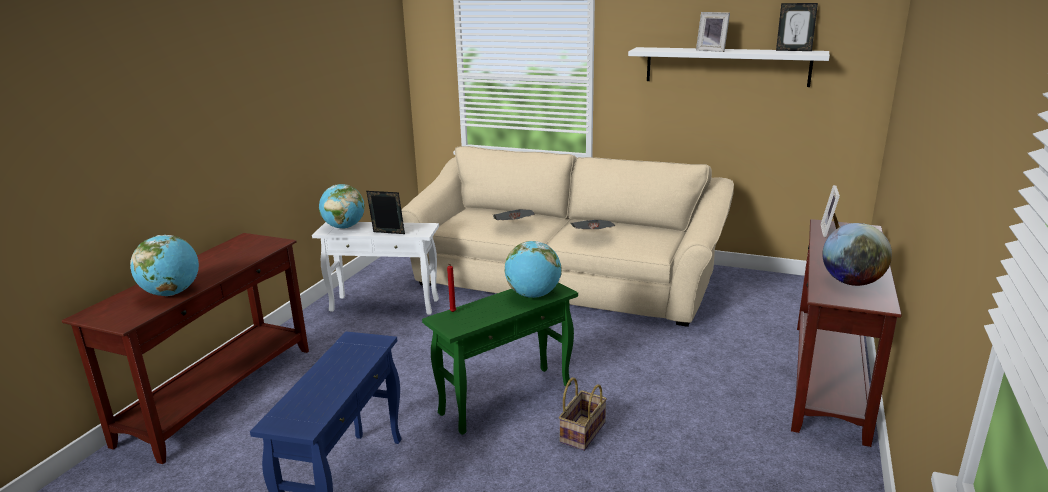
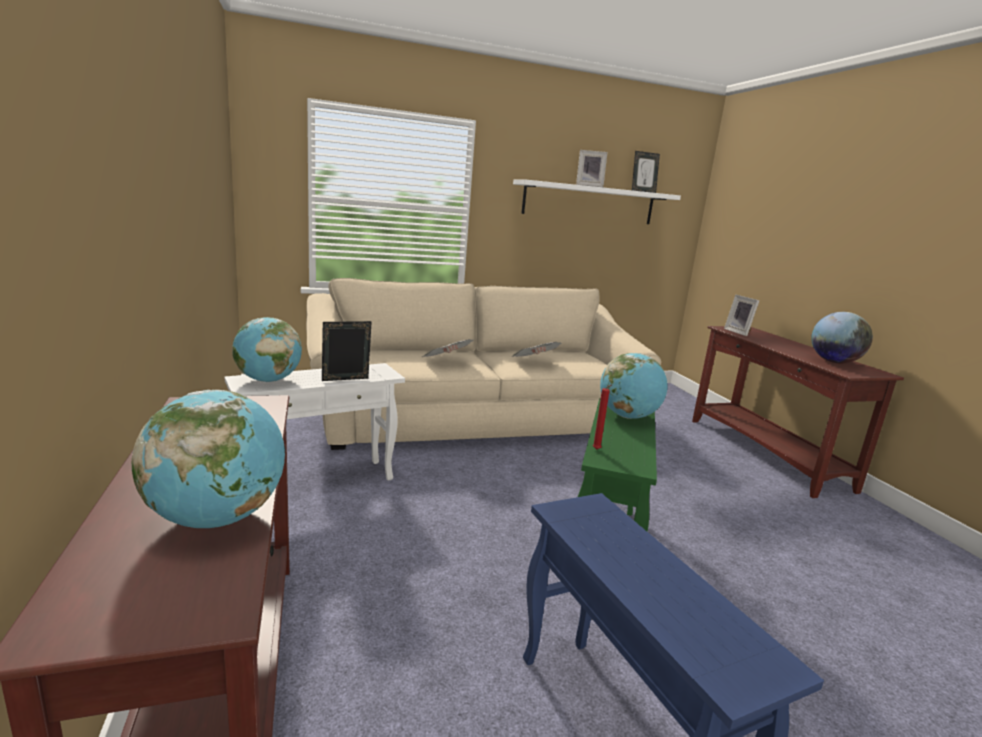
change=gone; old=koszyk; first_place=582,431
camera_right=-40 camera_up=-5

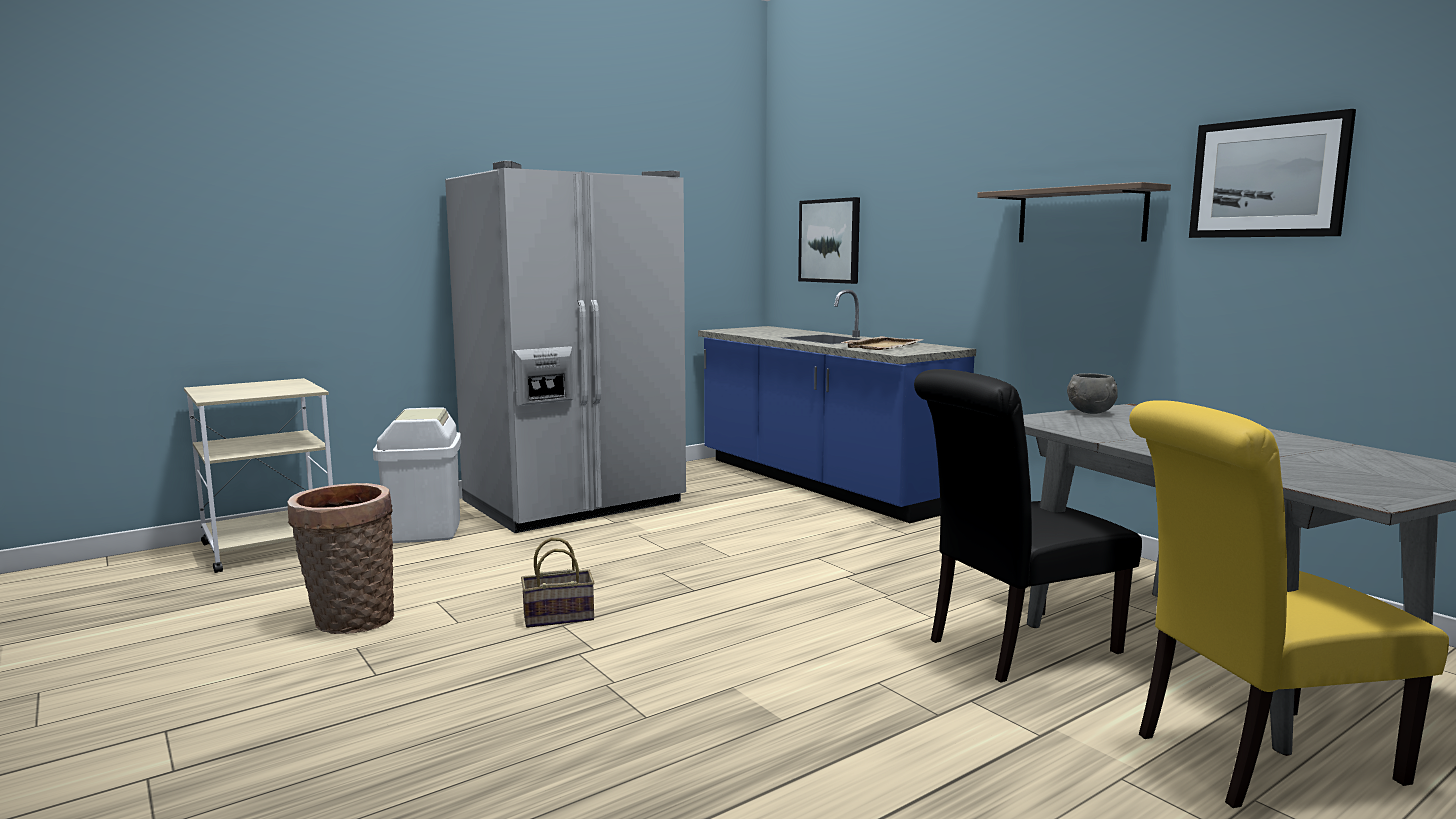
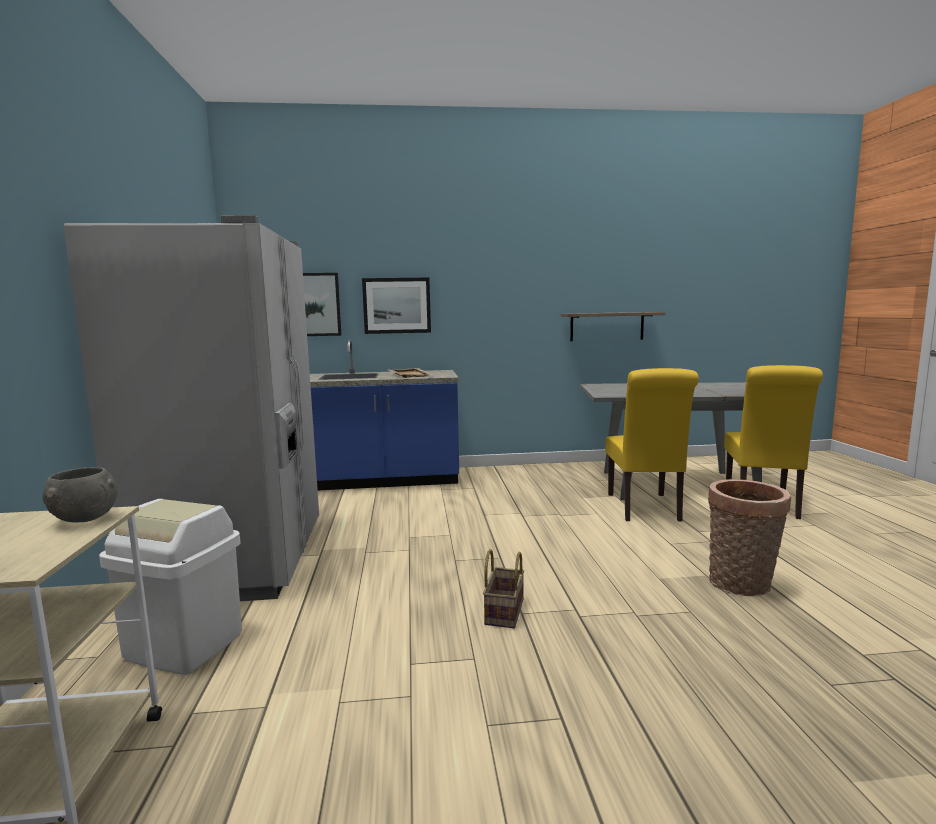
change=shifted; old=koszyk; first_place=349,621; second_place=742,585
change=repainted; old=krzesło/czarny; new=krzesło/żółty; first_place=1013,647; second_place=645,509
change=shifted; old=półka; first_place=1081,215; second_place=607,326
change=shifted; old=miska/szary; first_place=1089,413; second_place=83,520
change=shifted; old=obraz; first_place=1268,178; second_place=397,305
camera_right=-60 camera_up=0

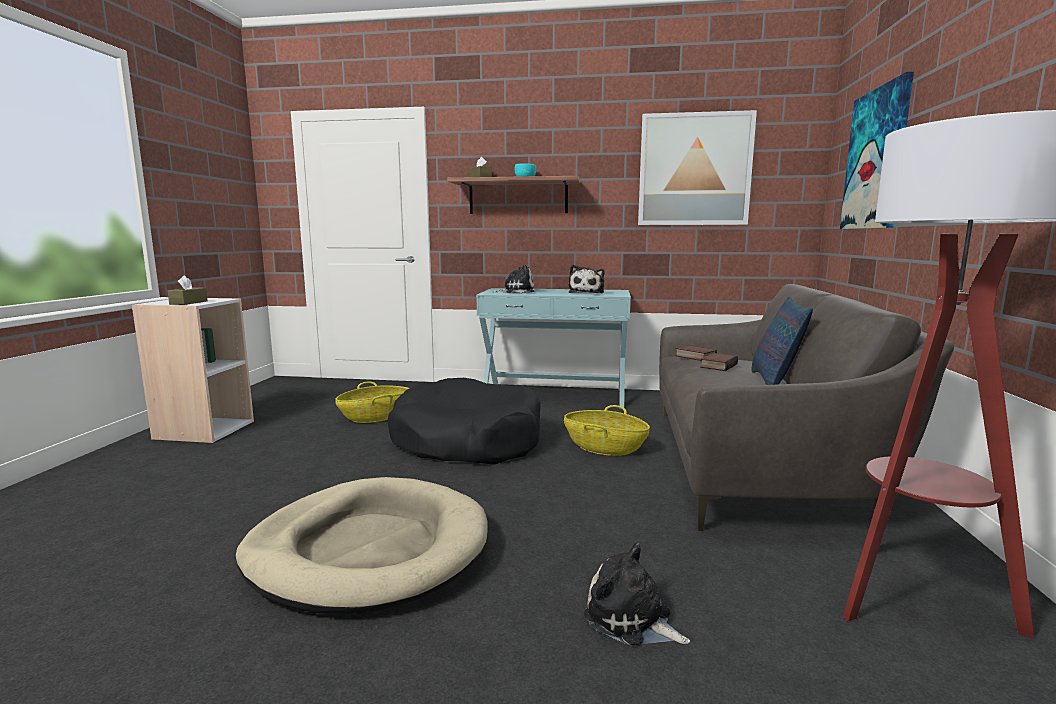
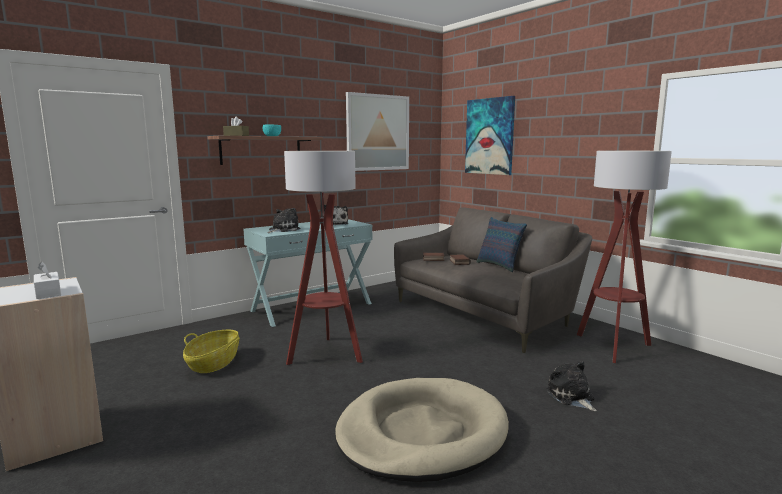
change=repainted; old=pudełko chusteczek/brązowy; new=pudełko chusteczek/biały; first_place=188,302; second_place=48,292
change=swapped; old=legowisko/czarny; new=lampa stojąca; first_place=466,440; second_place=325,354
change=gone; old=koszyk; first_place=604,447
change=rotated; old=pluszak; first_place=631,619; second_place=571,397; degrees=75
camera_right=-45 camera_up=0

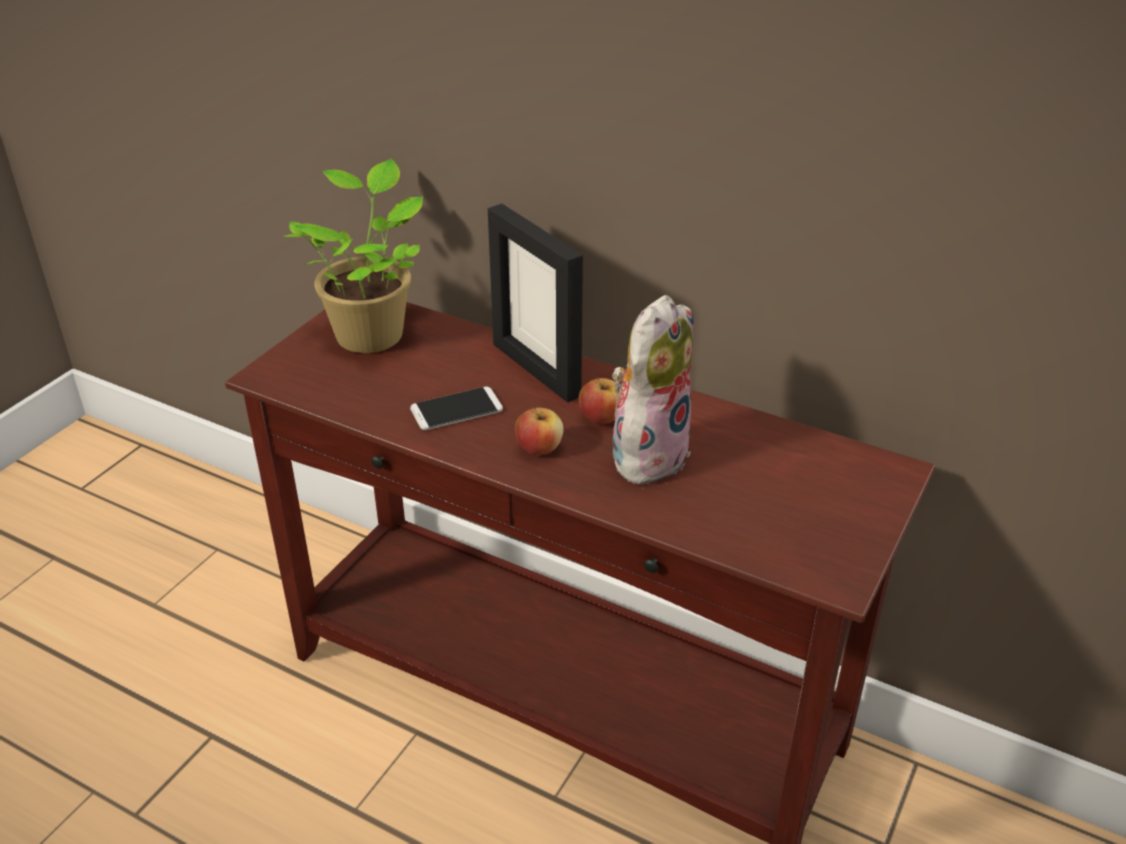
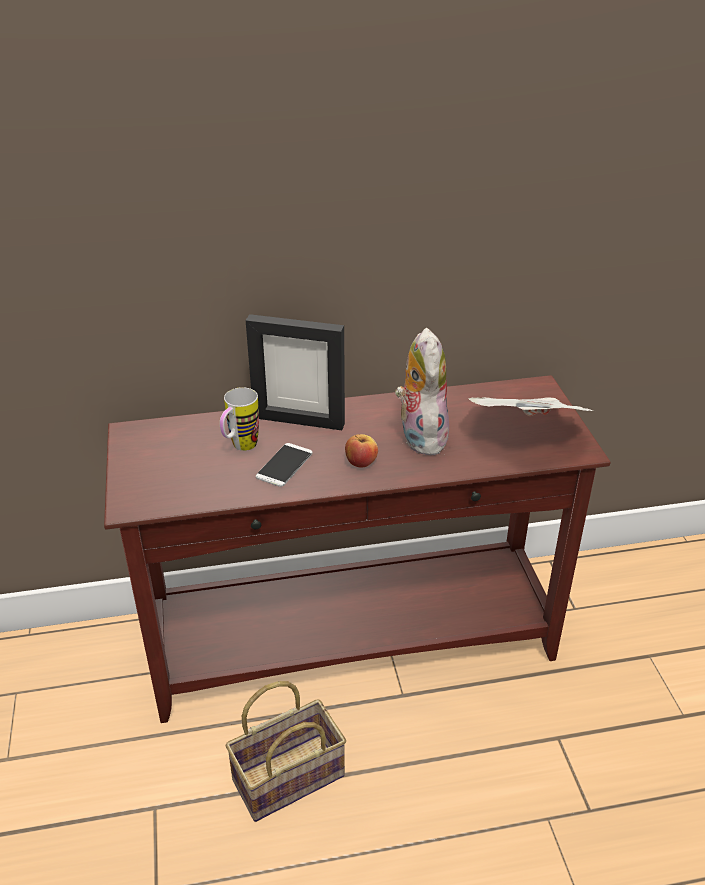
change=gone; old=roślina doniczkowa; first_place=371,333
change=gone; old=jabłko; first_place=601,417
change=new; new=kubek; second_place=240,448
change=new; new=koszyk; second_place=290,775
change=new; new=gazeta; second_place=527,431
camera_right=-40 camera_up=0

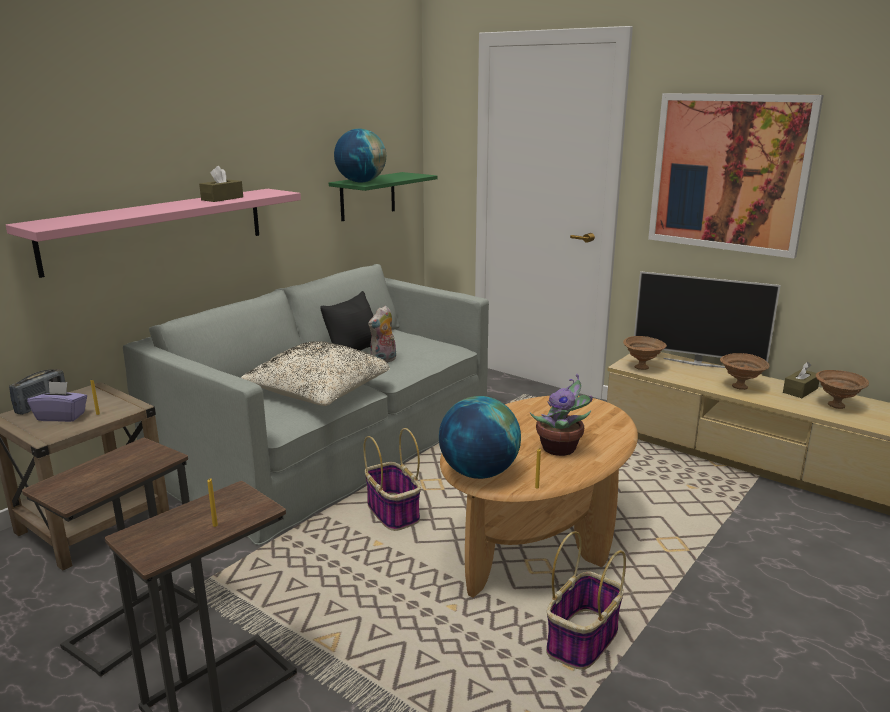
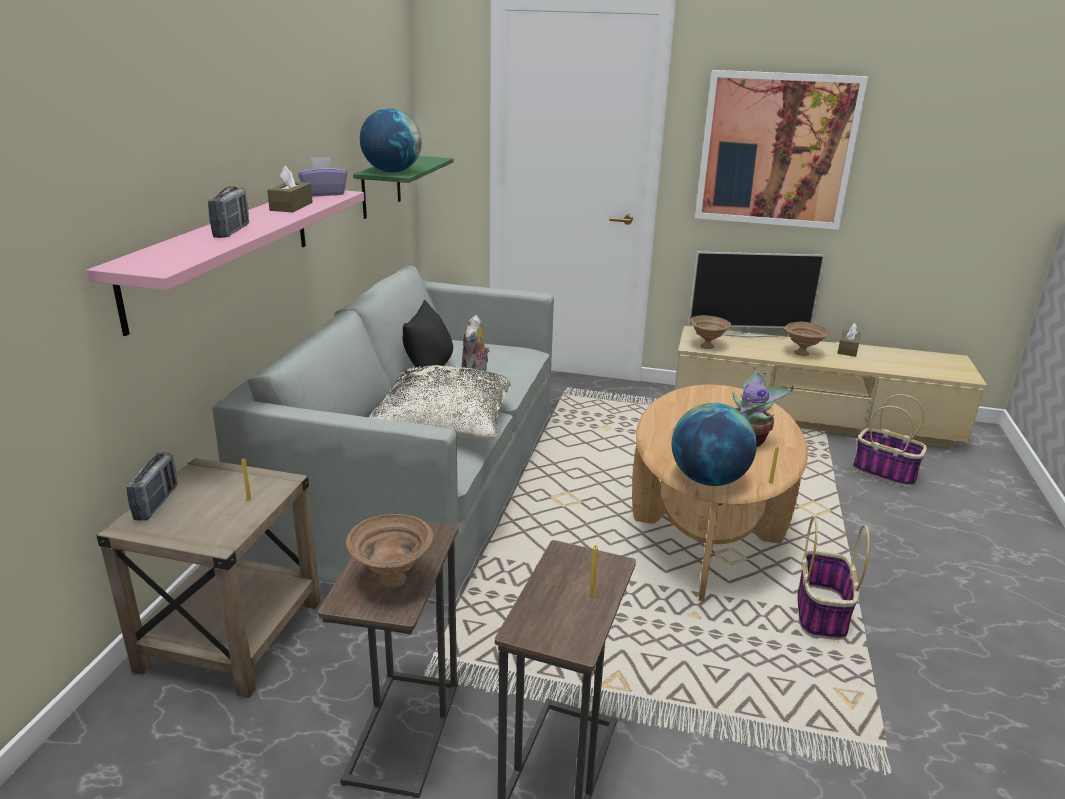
change=shifted; old=pudełko chusteczek/fioletowy; first_place=61,416; second_place=324,193
change=shifted; old=koszyk; first_place=393,512; second_place=885,473
change=shifted; old=miska/brązowy; first_place=837,406; second_place=393,582
change=new; new=radio; second_place=232,231
camera_right=-25 camera_up=5

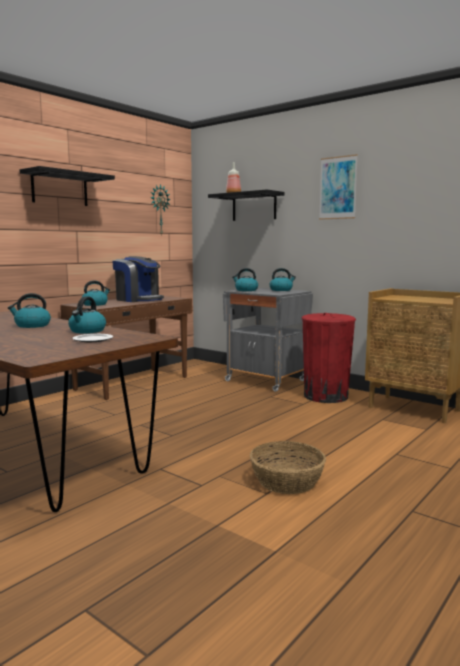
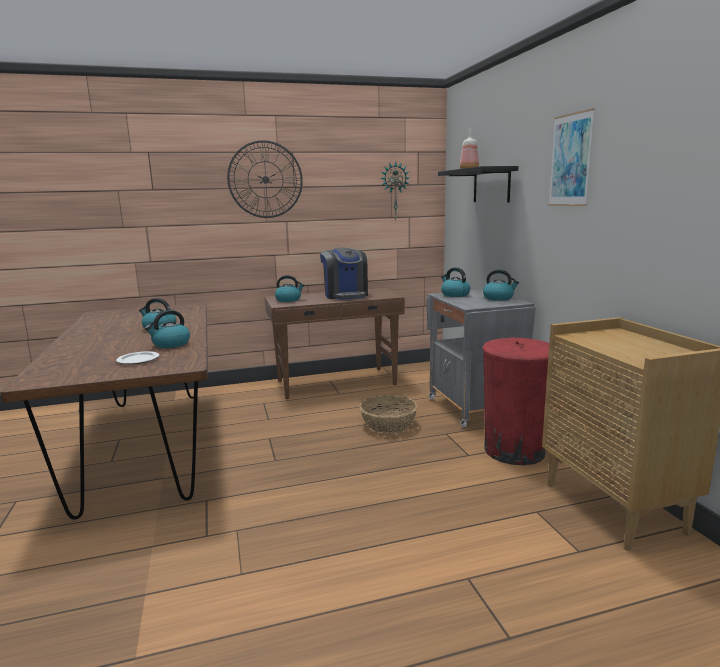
change=swapped; old=półka/czarny; new=zegar ścienny; first_place=60,189; second_place=265,179
change=shifted; old=koszyk; first_place=287,481; second_place=389,424
camera_right=35 camera_up=5

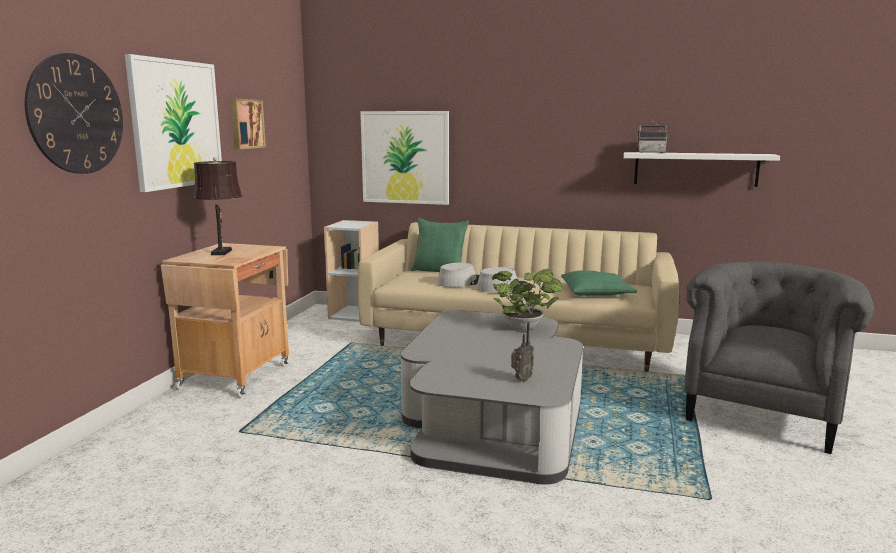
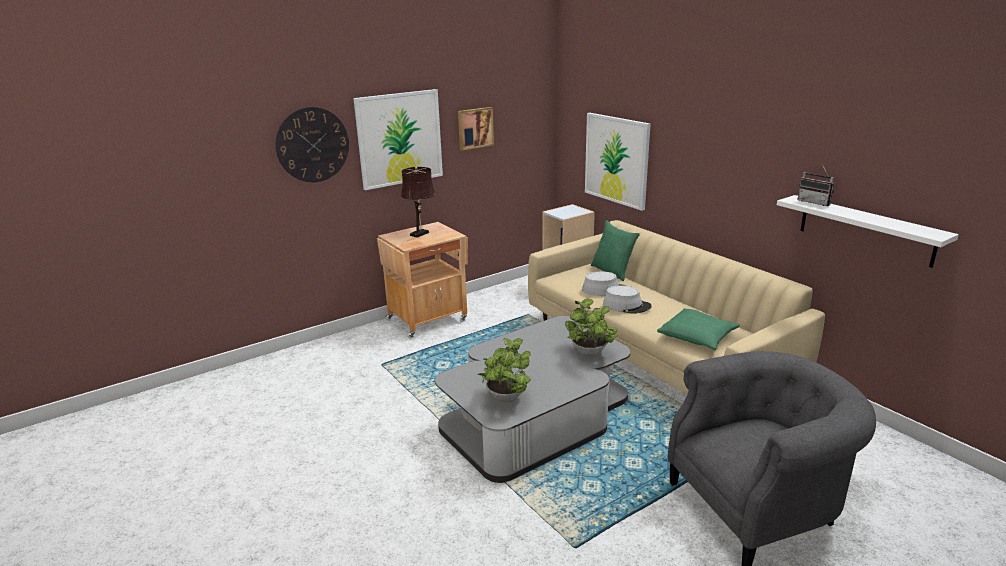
change=swapped; old=radio; new=roślina doniczkowa; first_place=520,380; second_place=505,399
camera_right=40 camera_up=10

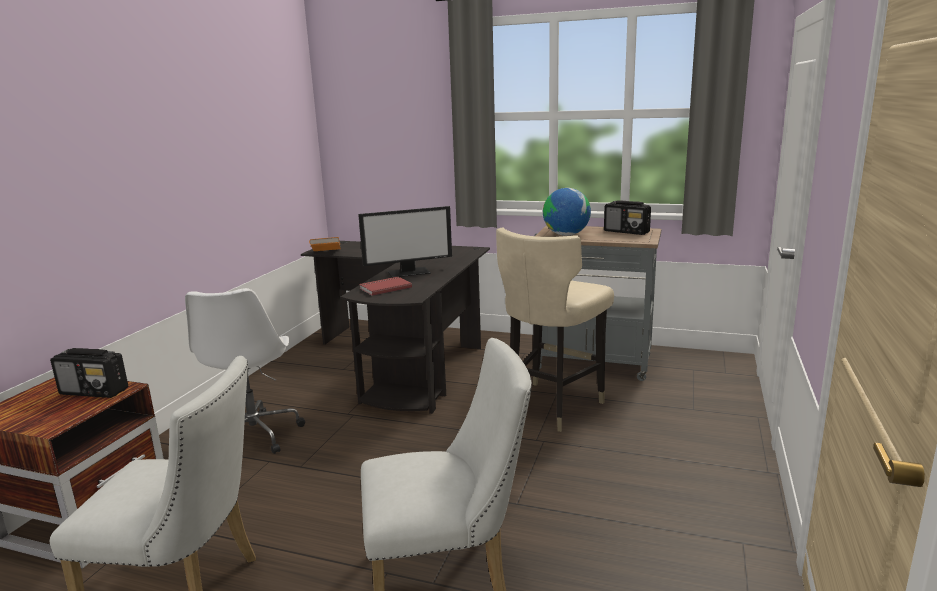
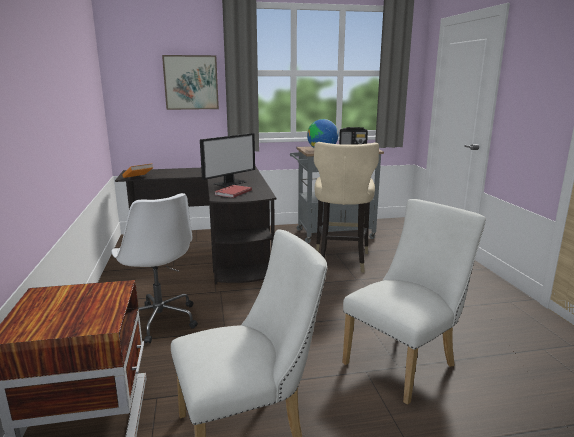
change=gone; old=radio; first_place=94,392
change=new; new=obraz; second_place=191,82
camera_right=-30 camera_up=0

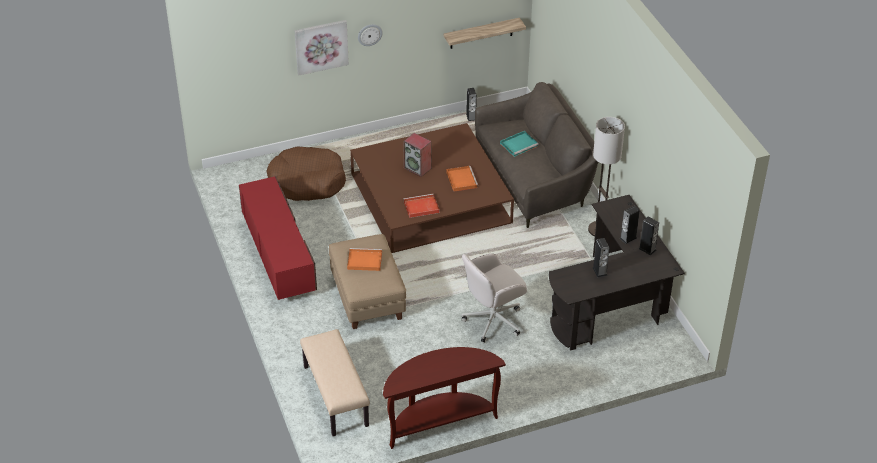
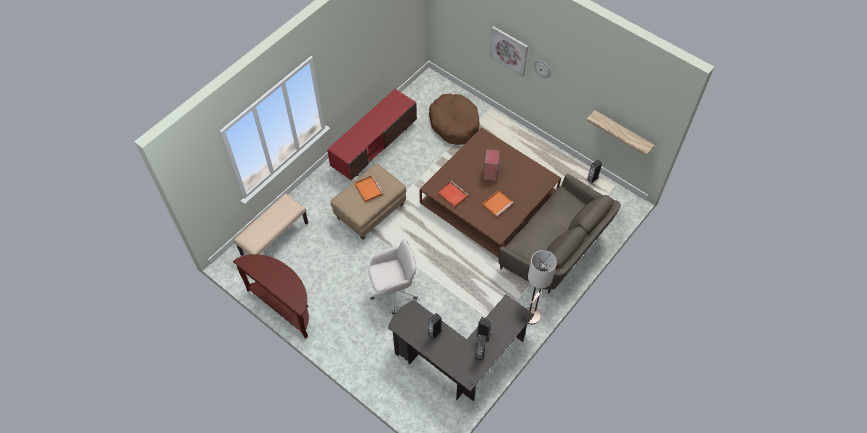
change=rotated; old=krzesło biurowe/biały; first_place=493,321; second_place=393,292; degrees=135
change=gone; old=taca/turkusowy; first_place=519,144
camera_right=60 camera_up=15

